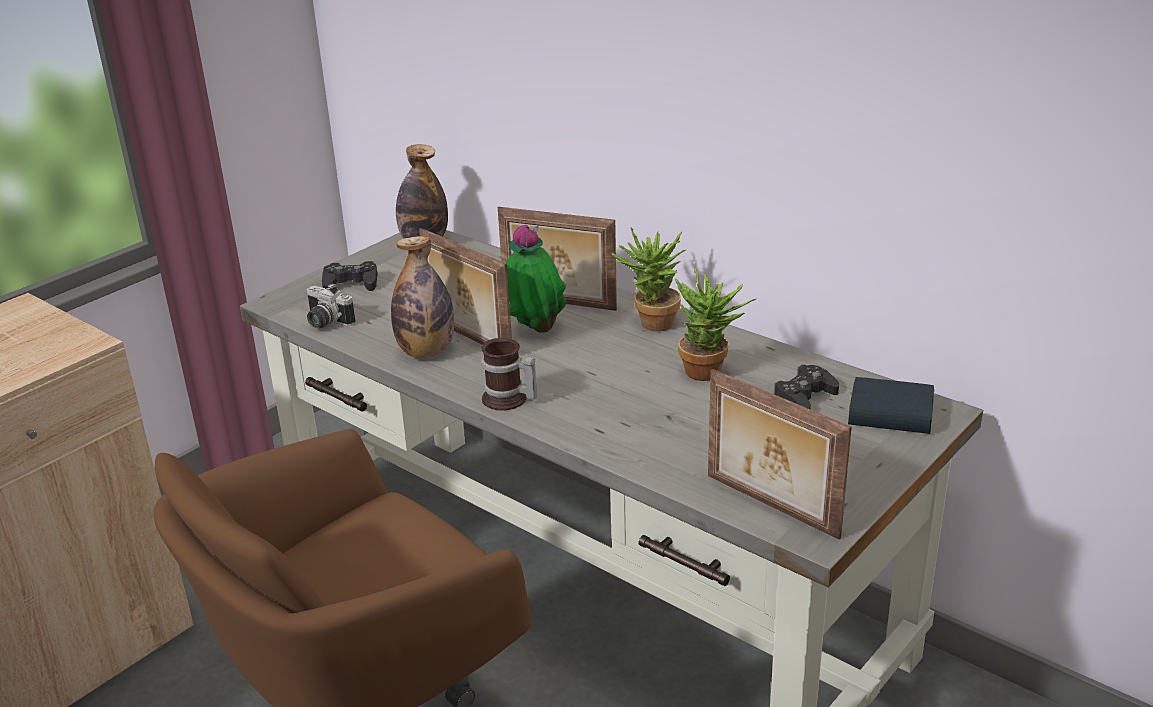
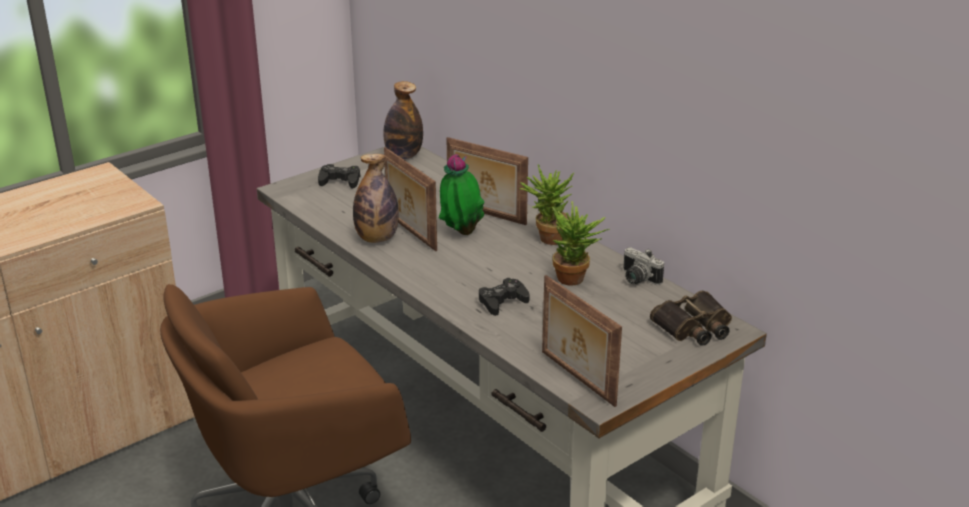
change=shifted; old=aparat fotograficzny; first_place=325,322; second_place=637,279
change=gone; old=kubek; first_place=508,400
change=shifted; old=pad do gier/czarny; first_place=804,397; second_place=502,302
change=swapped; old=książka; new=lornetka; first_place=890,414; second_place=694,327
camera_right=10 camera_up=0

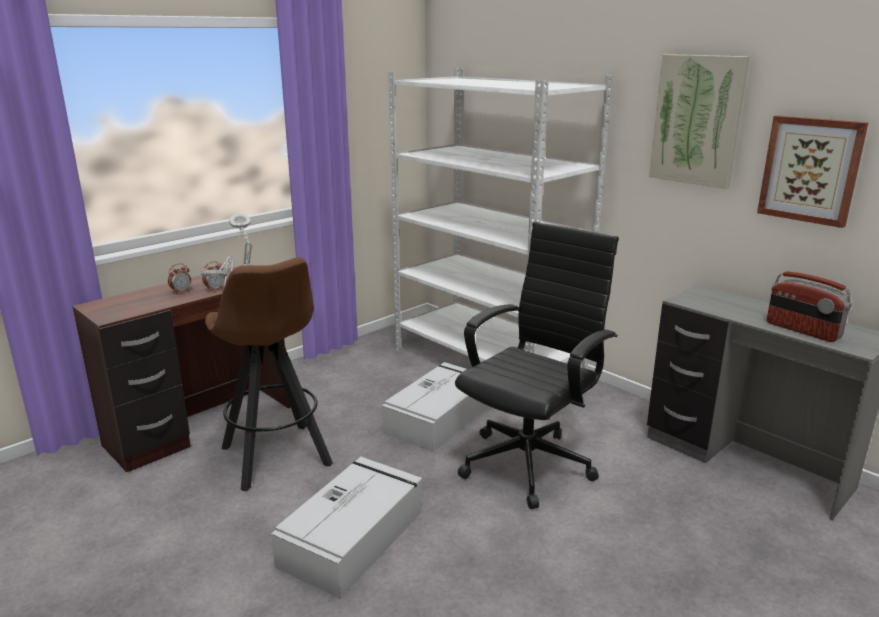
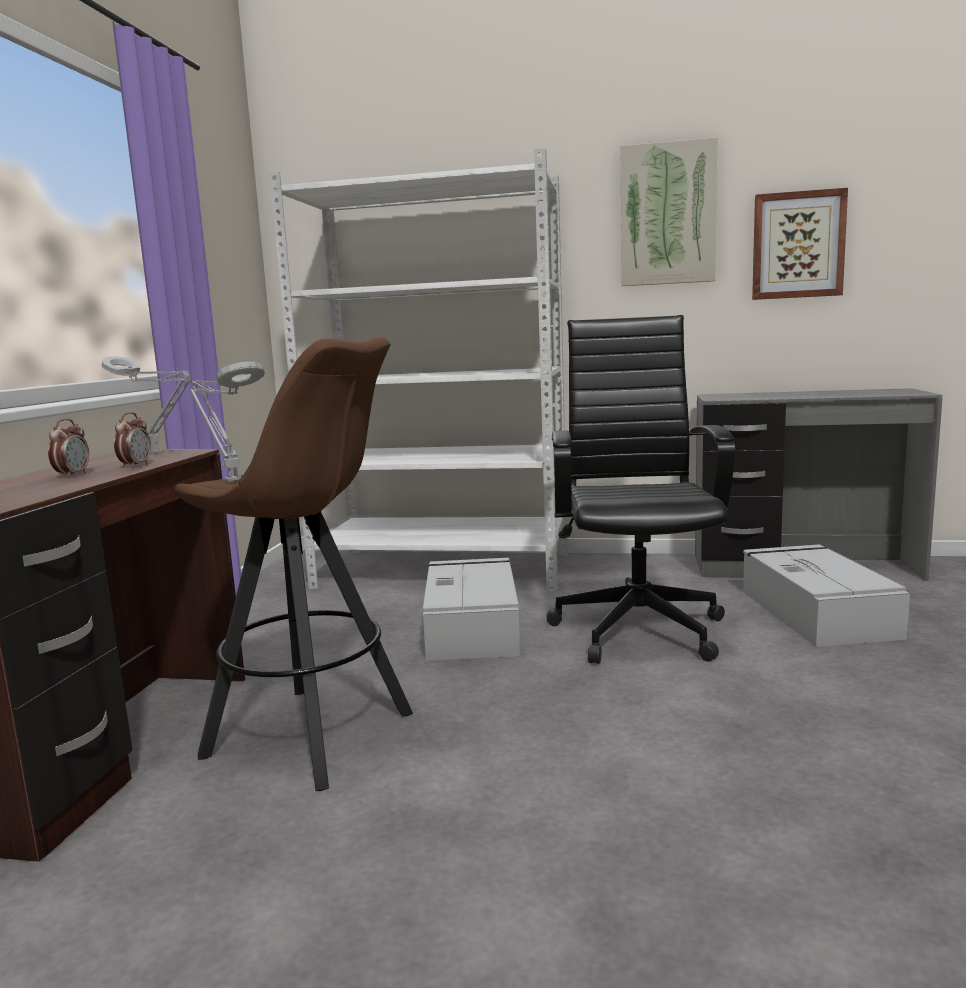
change=shifted; old=pojemnik do przechowywania/szary; first_place=353,536; second_place=815,612
change=gone; old=radio; first_place=802,330
camera_right=-35 camera_up=-10

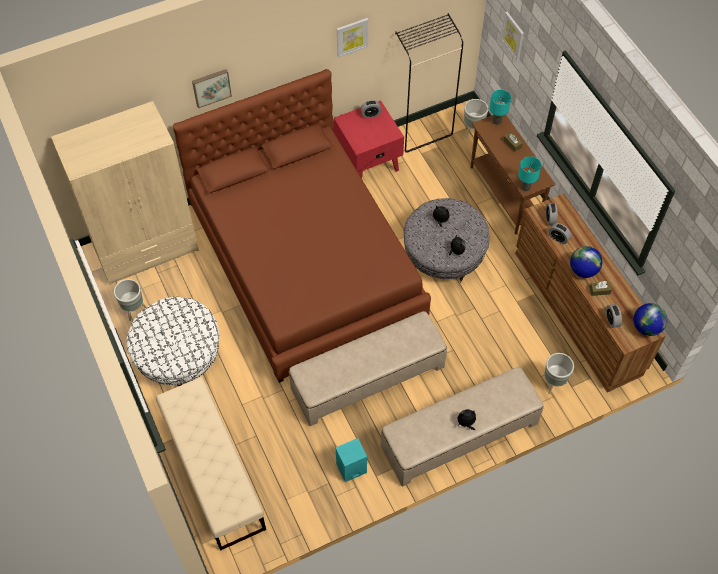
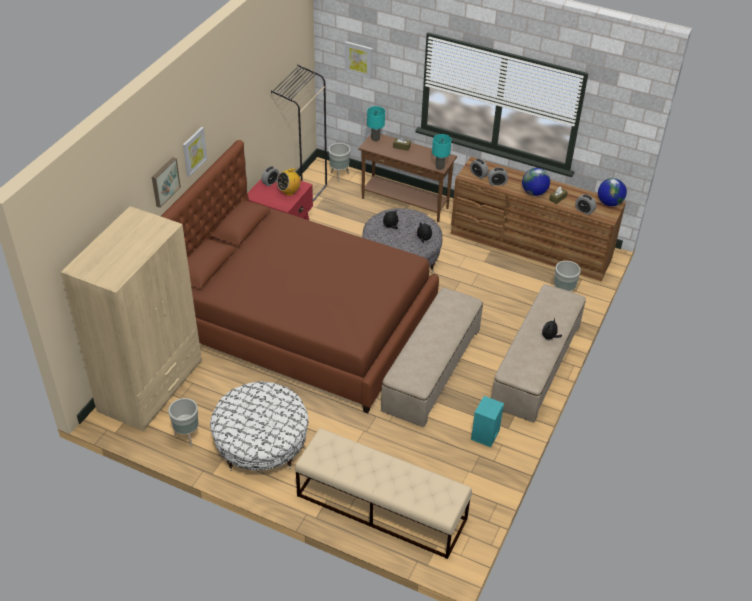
change=shifted; old=obraz; first_place=352,37; second_place=194,151
change=new; new=radio; second_place=289,192
camera_right=-40 camera_up=-15

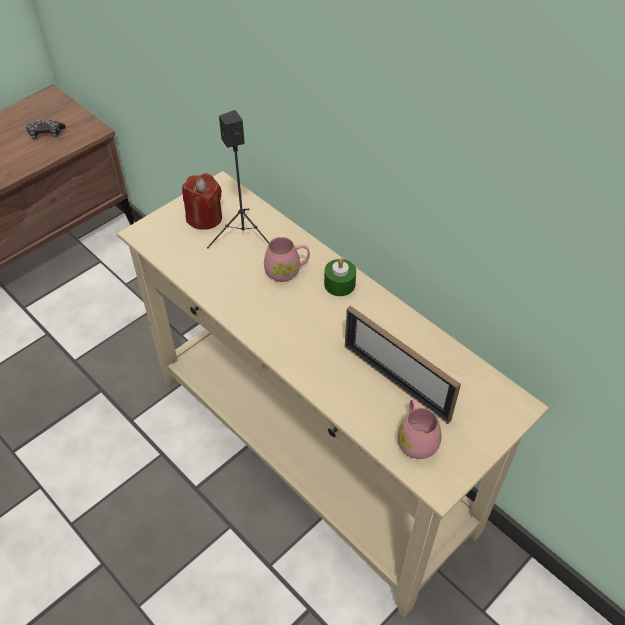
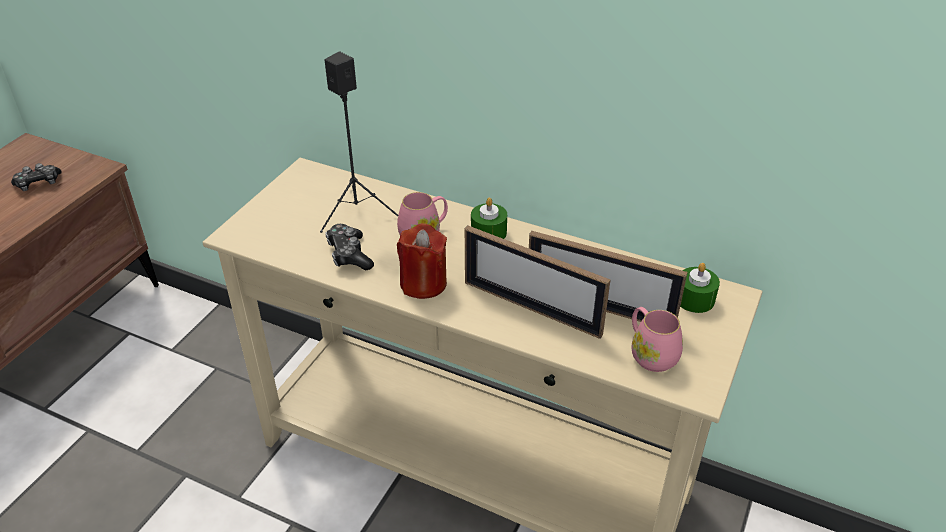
change=shifted; old=świeca/czerwony; first_place=204,217; second_place=423,283
change=new; new=pad do gier; second_place=349,255
change=new; new=ramka na zdjęcie; second_place=531,308
change=new; new=świeca/zielony; second_place=694,299
camera_right=-20 camera_up=-10

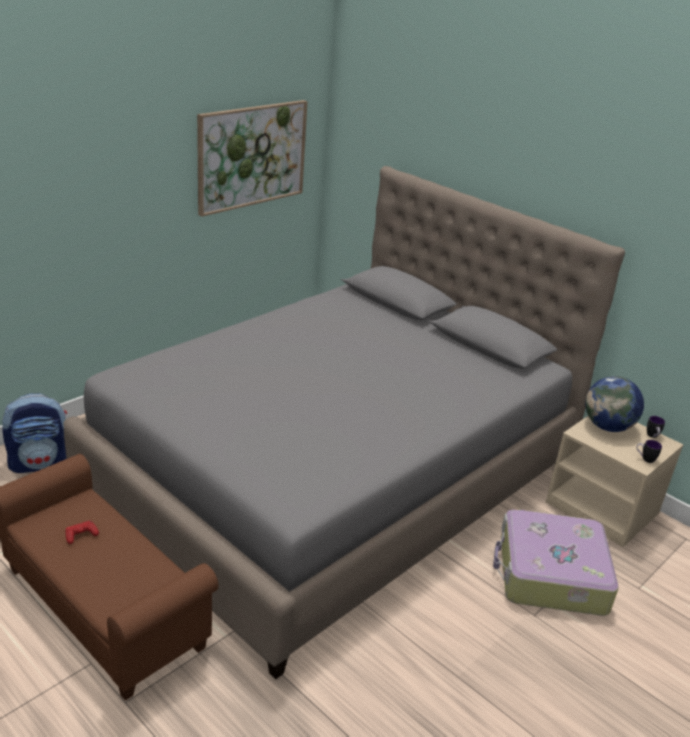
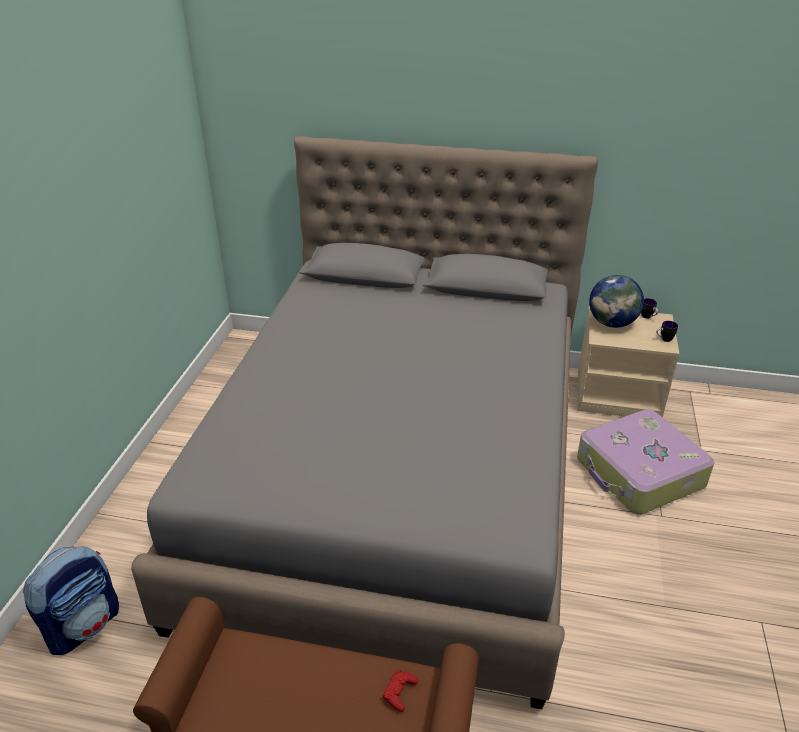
change=shifted; old=pad do gier/czerwony; first_place=81,535; second_place=399,692
change=gone; old=obraz; first_place=251,156
camera_right=-30 camera_up=5

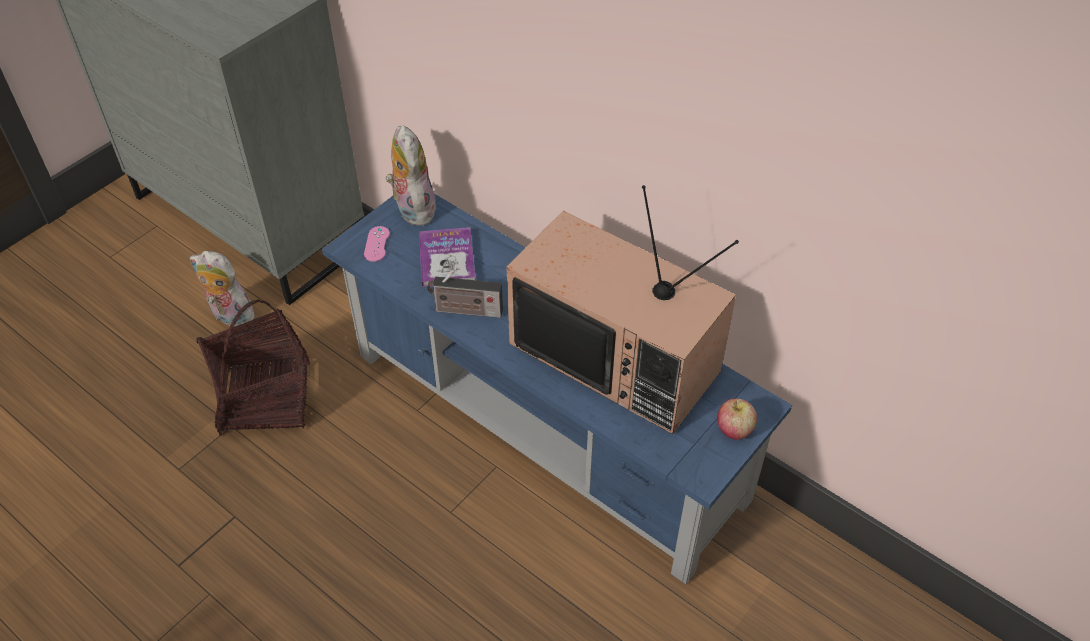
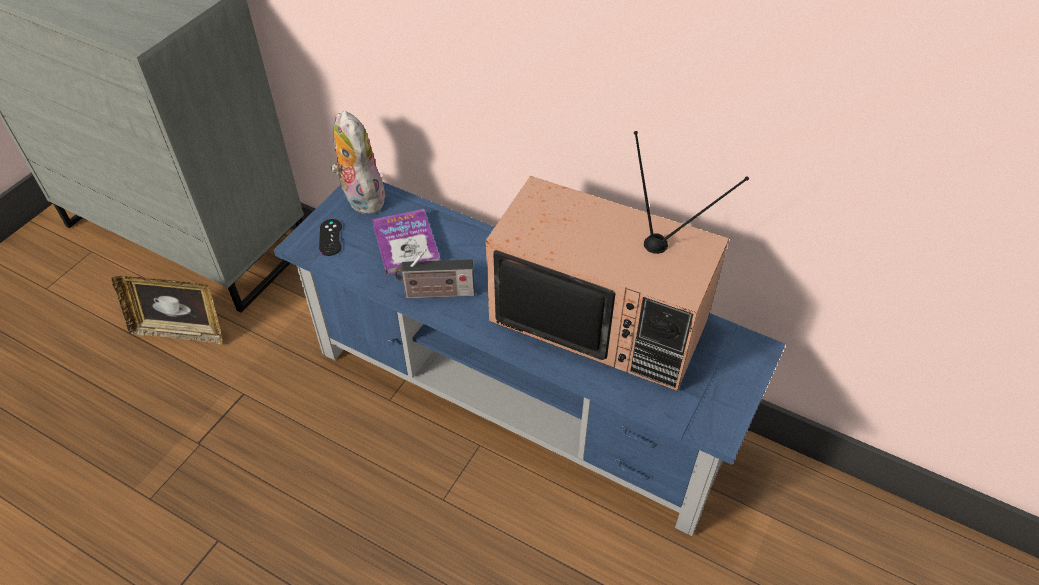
change=swapped; old=pluszak; new=ramka na zdjęcie; first_place=229,316; second_place=180,331
change=gone; old=koszyk; first_place=266,398
change=repainted; old=pad do gier/różowy; new=pad do gier/czarny; first_place=377,244; second_place=330,237
change=gone; old=jabłko; first_place=734,430
camera_right=-10 camera_up=0

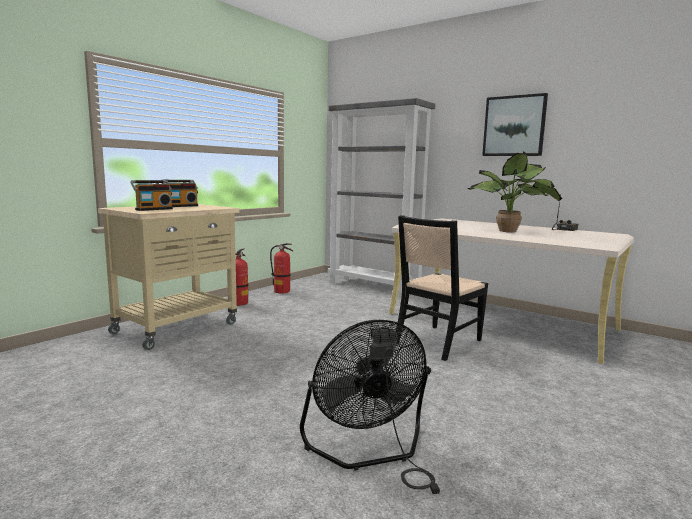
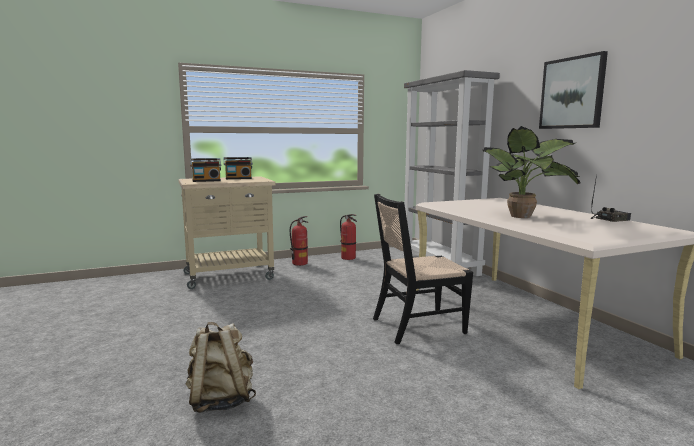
change=swapped; old=wentylator/czarny; new=plecak/beżowy; first_place=377,452; second_place=221,400
camera_right=30 camera_up=0

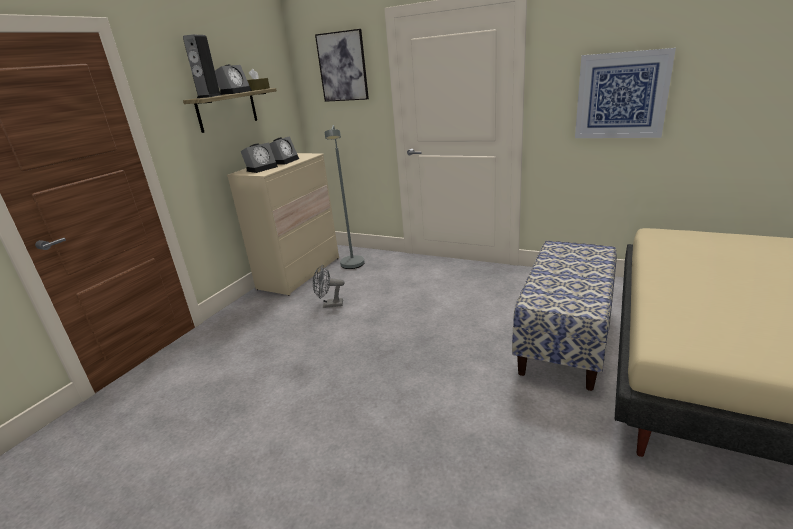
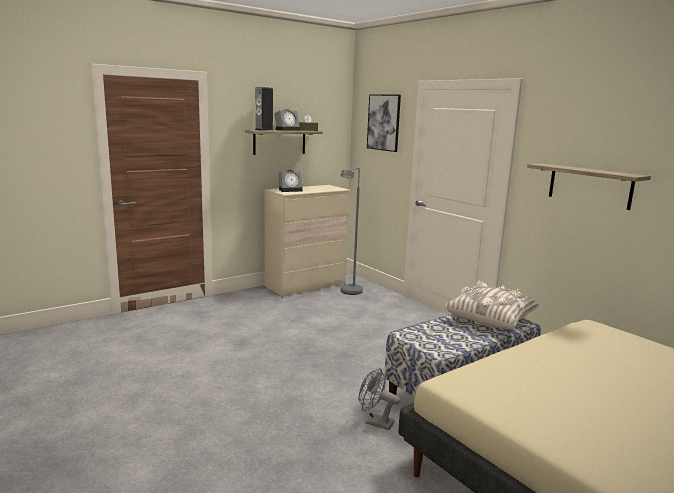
change=gone; old=budzik; first_place=285,161
change=shifted; old=wentylator/szary; first_place=329,305; second_place=375,422
change=swapped; old=obraz; new=półka; first_place=621,96; second_place=589,186
change=new; new=poduszka/beżowy; second_place=490,320
camera_right=25 camera_up=-10

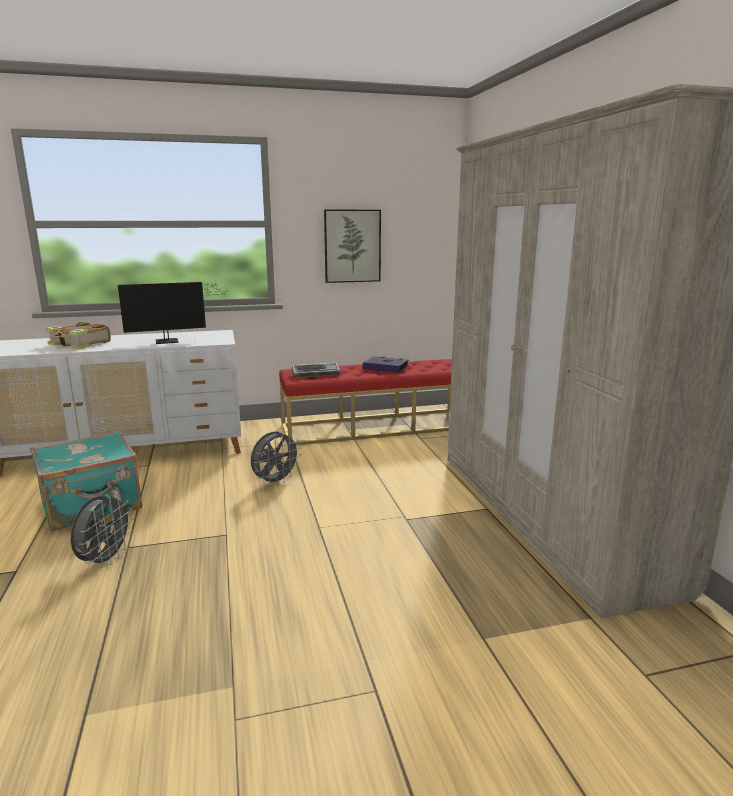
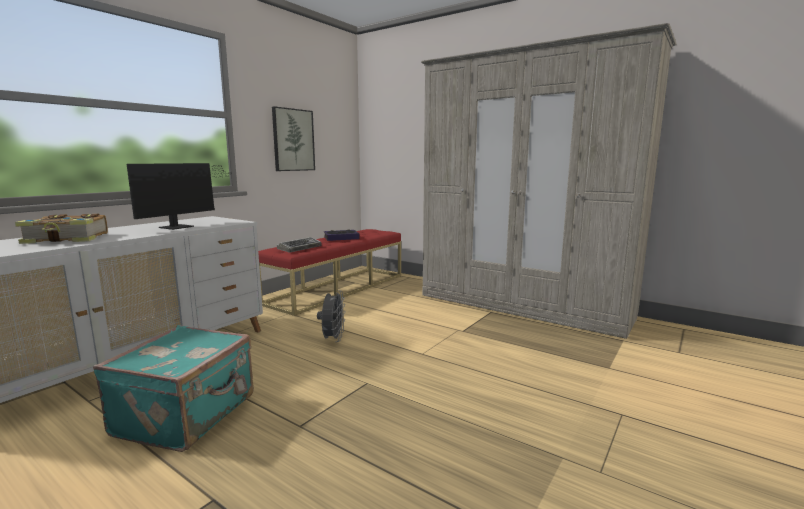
change=gone; old=wentylator/szary; first_place=105,560
camera_right=-40 camera_up=-5

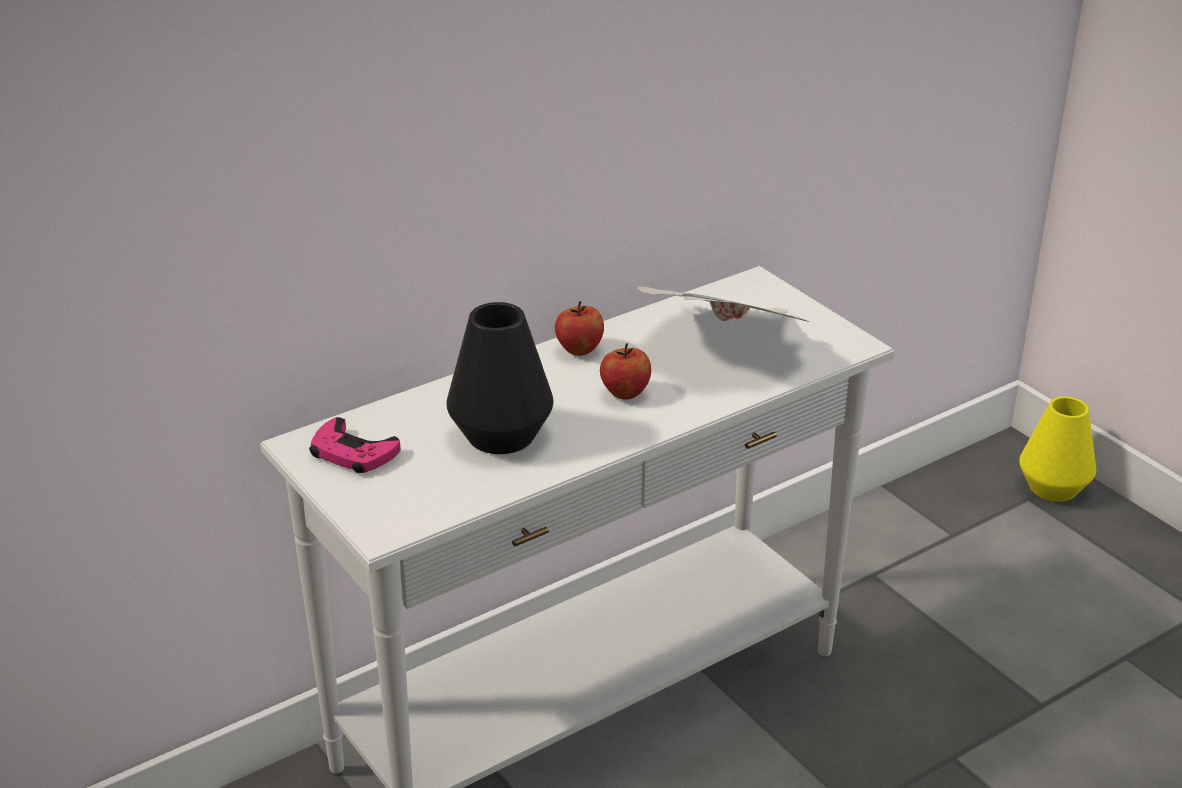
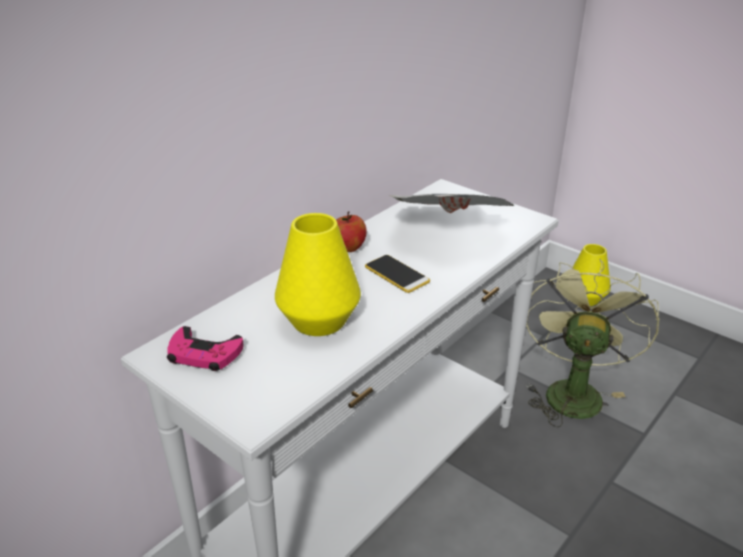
change=repainted; old=wazon/czarny; new=wazon/żółty; first_place=501,435; second_place=319,320
change=swapped; old=jabłko; new=telefon; first_place=625,393; second_place=397,274
change=new; new=wentylator/zielony; second_place=572,390
camera_right=-15 camera_up=0

